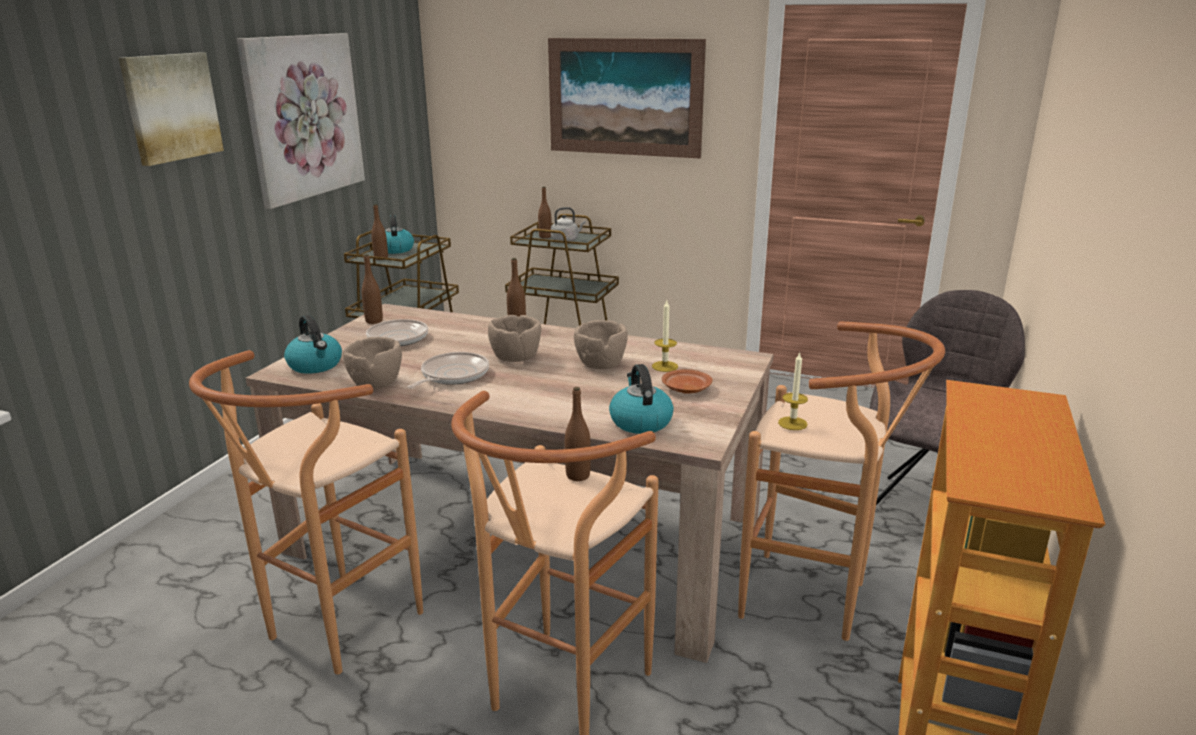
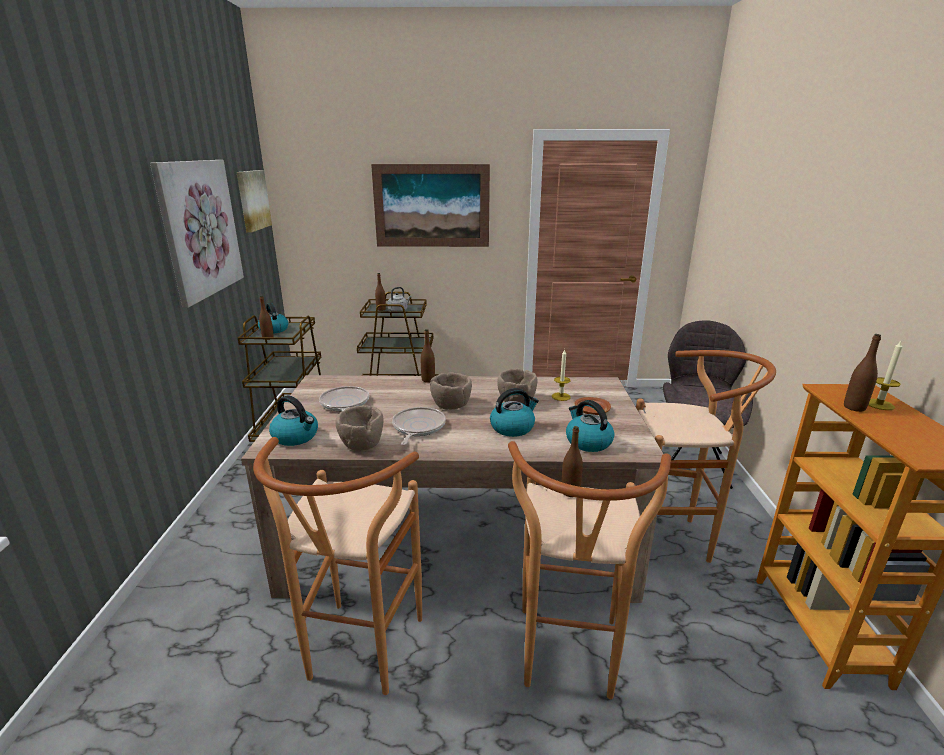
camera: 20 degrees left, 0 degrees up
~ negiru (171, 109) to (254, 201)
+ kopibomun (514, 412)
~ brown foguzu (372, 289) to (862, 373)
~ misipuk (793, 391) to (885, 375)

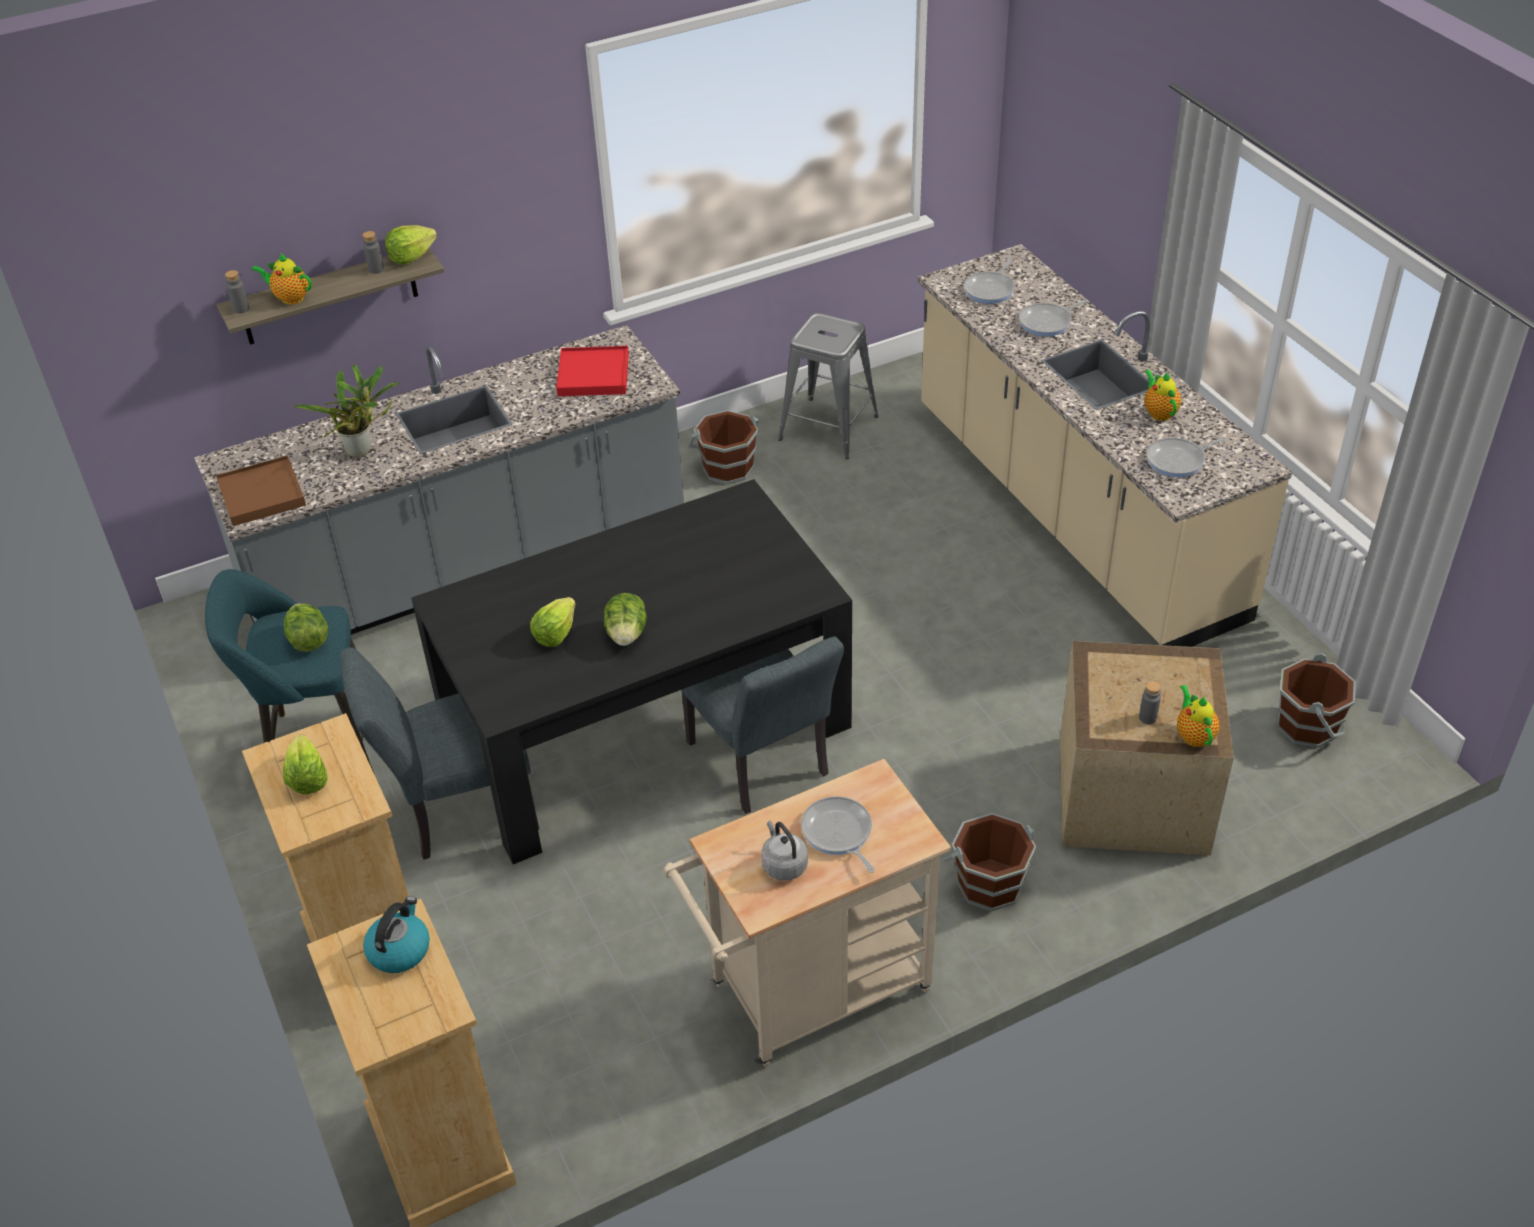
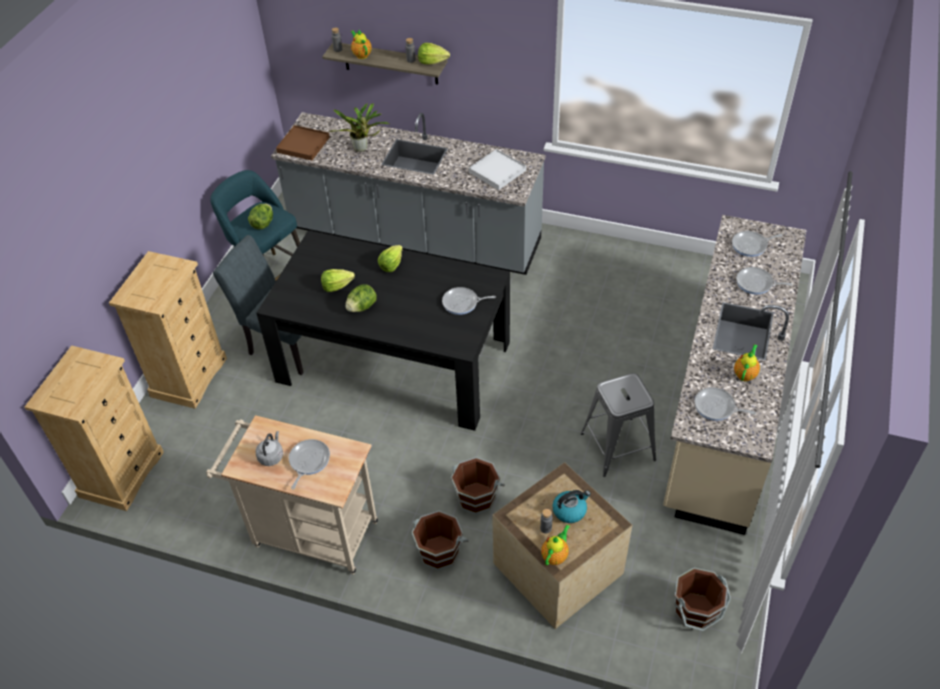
camera: 45 degrees right, 5 degrees up
~ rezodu (305, 764) to (390, 258)
+ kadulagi (469, 301)
~ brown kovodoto (723, 447) to (478, 486)
~ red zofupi (592, 371) to white zofupi (497, 169)
~ kopibomun (396, 934) to (571, 506)
~ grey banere (828, 386) to (618, 425)
- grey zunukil (762, 725)

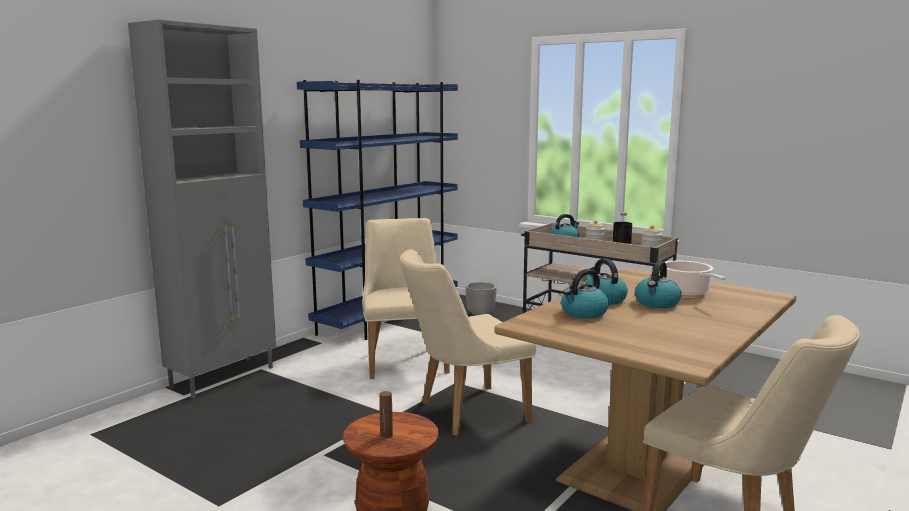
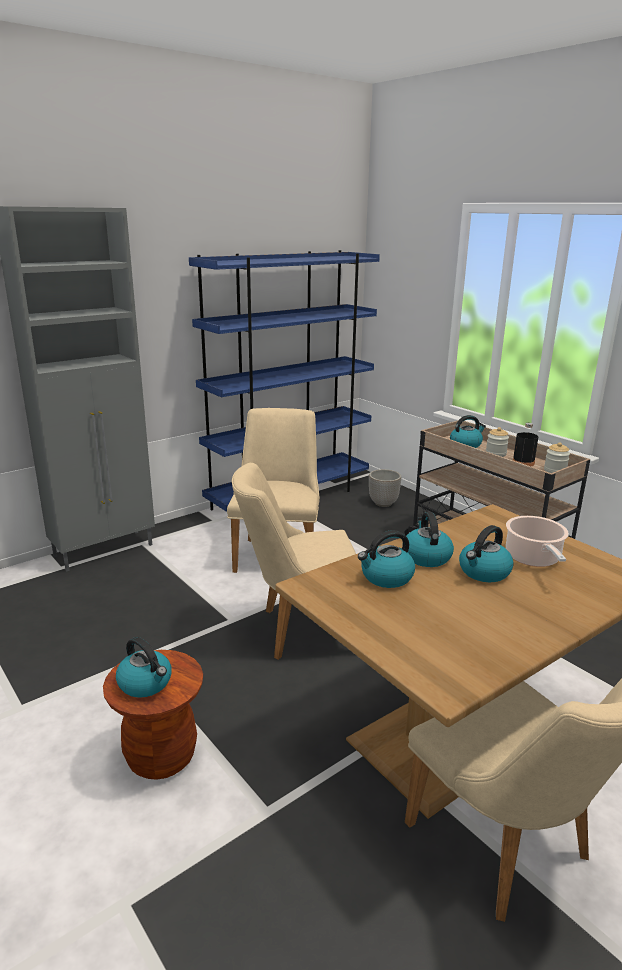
camera: 15 degrees right, 10 degrees up
~ brown foguzu (386, 415) to kopibomun (144, 667)

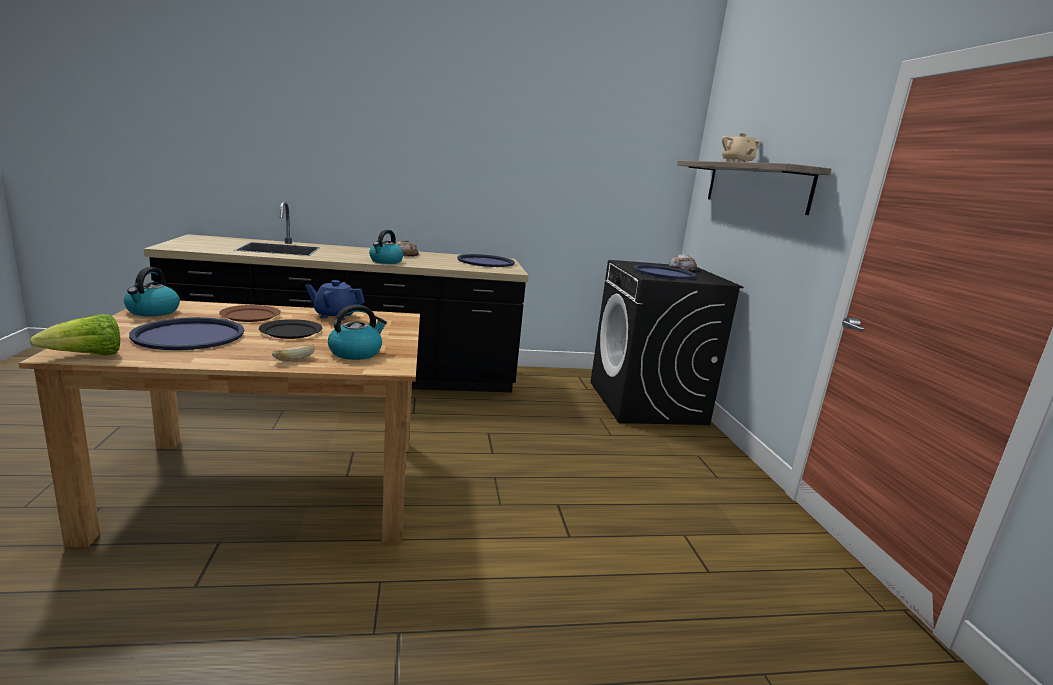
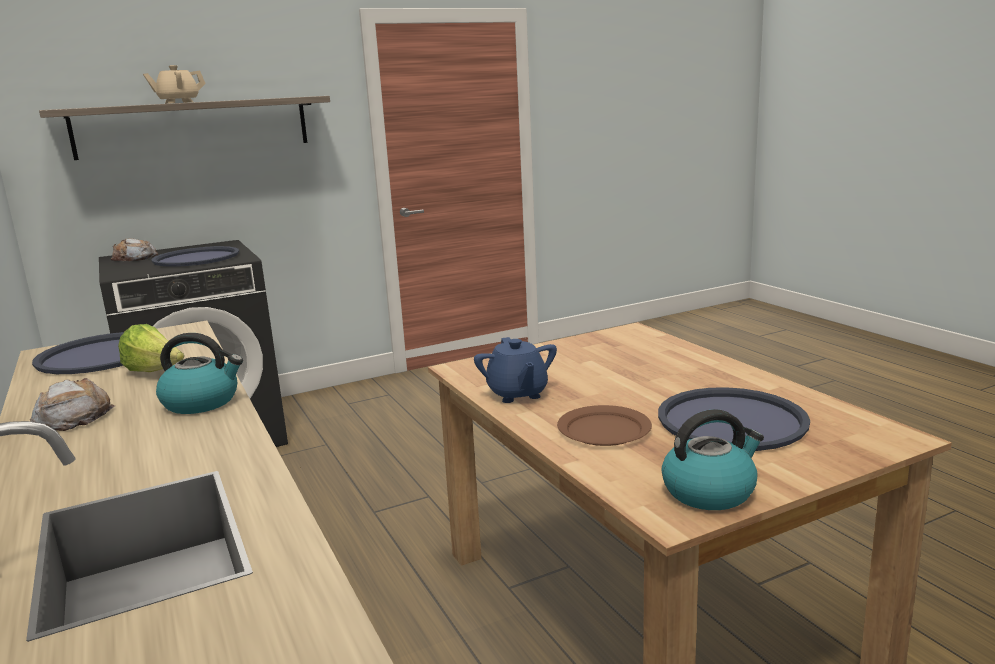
camera: 105 degrees left, 0 degrees up
~ rezodu (75, 334) to (151, 348)
- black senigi (290, 329)
- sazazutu (293, 352)
- kopibomun (357, 332)

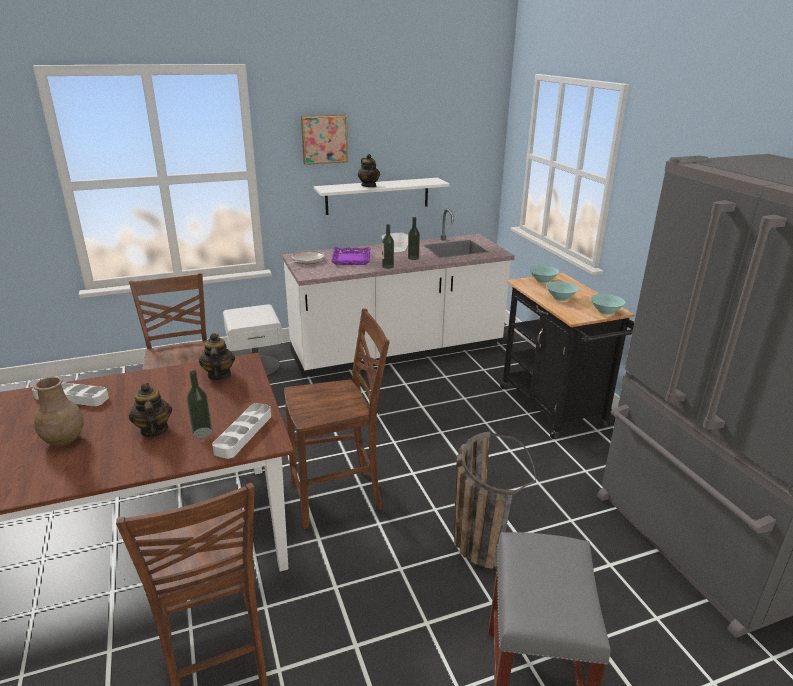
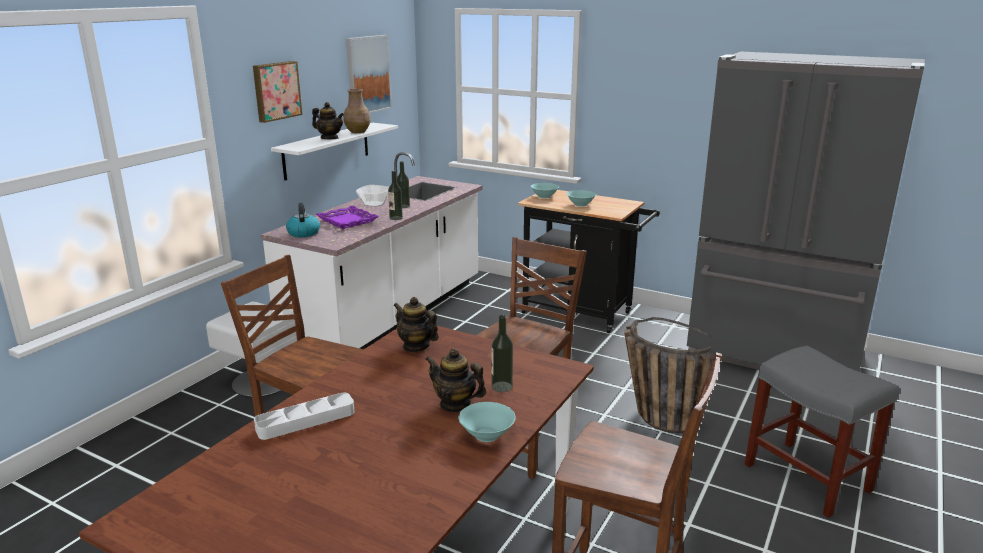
camera: 40 degrees left, 5 degrees down
~ kadulagi (306, 257) to kopibomun (303, 220)
~ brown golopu (59, 411) to (357, 111)
+ negiru (369, 74)
~ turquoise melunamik (608, 304) to (487, 422)
- white zofupi (241, 431)

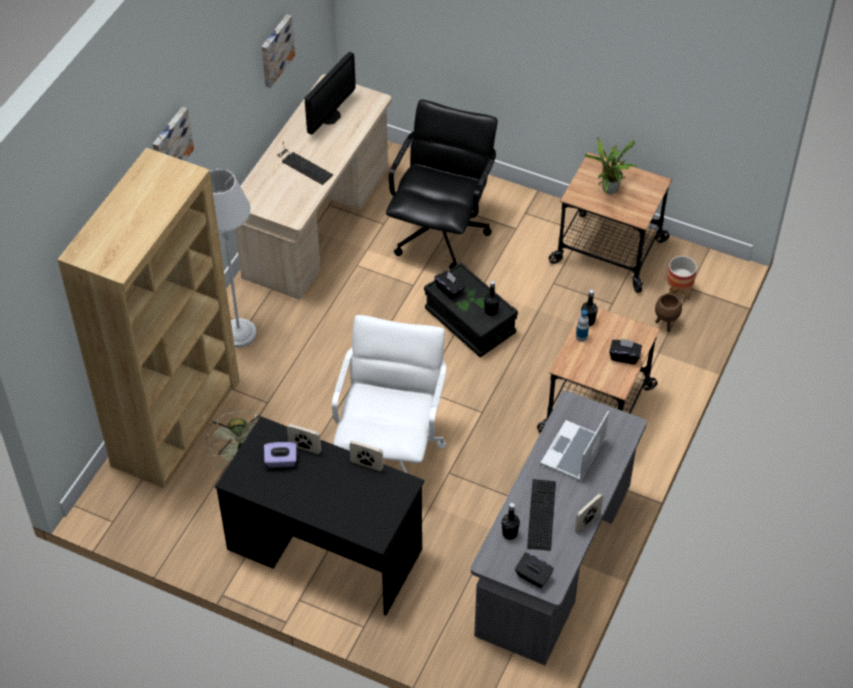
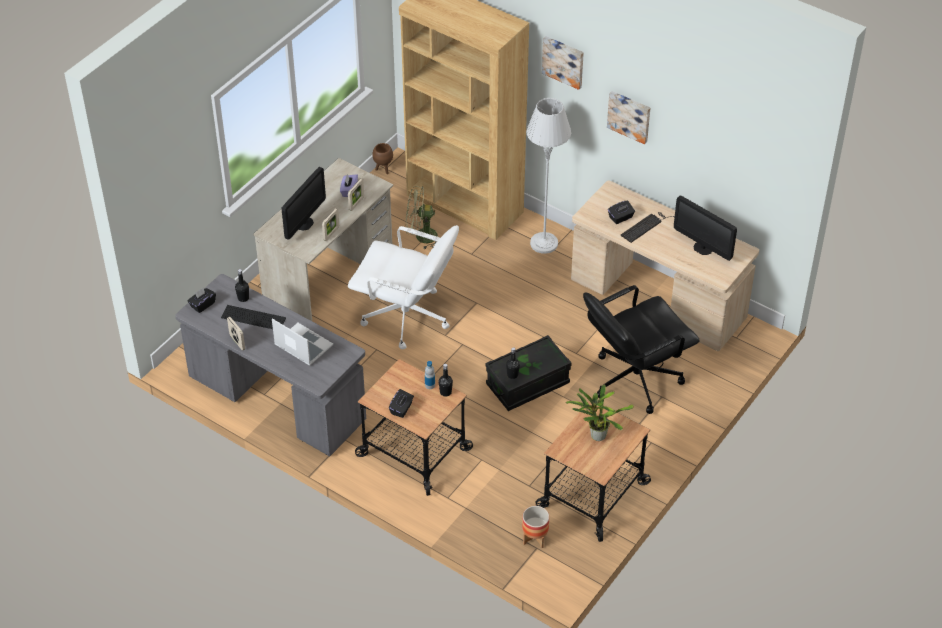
camera: 100 degrees right, 5 degrees down
~ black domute (320, 515) to beige domute (323, 239)
+ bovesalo (303, 203)
~ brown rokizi (668, 312) to (382, 158)
~ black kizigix (442, 185) = (641, 349) 120 degrees clockwise
~ negiru (278, 51) to (628, 117)
~ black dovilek (449, 285) to (621, 212)

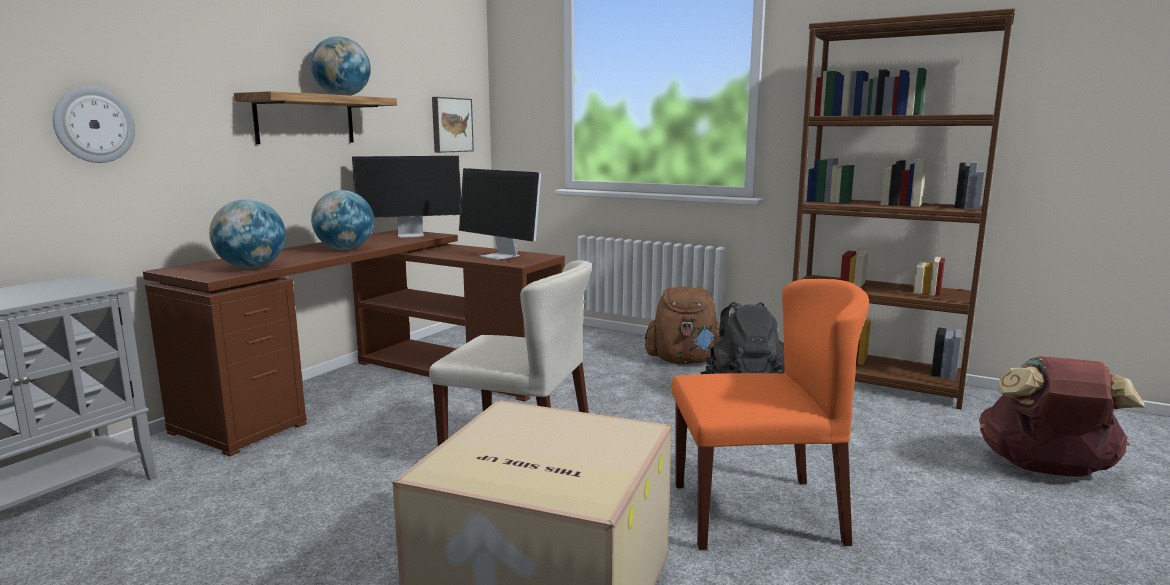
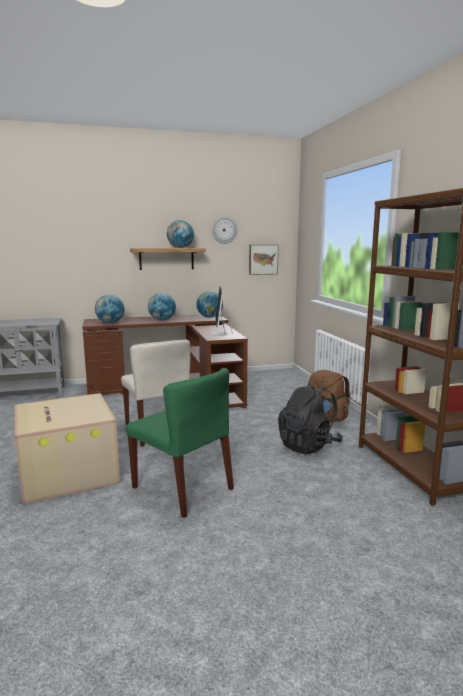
camera: 45 degrees right, 0 degrees up
~ orange zunukil (770, 414) to green zunukil (180, 443)
~ bovesalo (406, 197) to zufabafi (209, 304)
~ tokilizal (94, 124) to (224, 230)
- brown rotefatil (1062, 416)

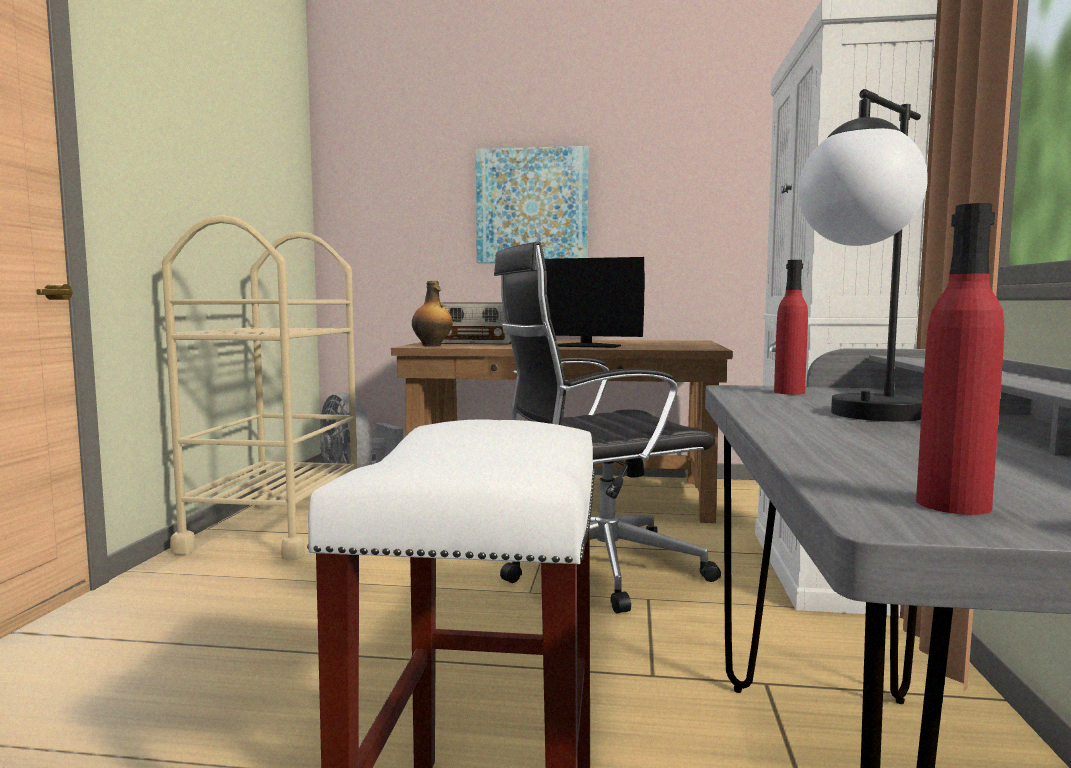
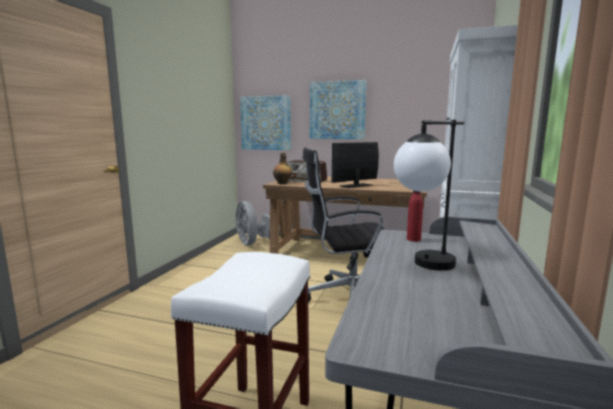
camera: 10 degrees right, 5 degrees up
+ negiru (265, 122)
~ bovesalo (595, 302) = (355, 165) 120 degrees clockwise
- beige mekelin (260, 387)
- red foguzu (960, 359)

